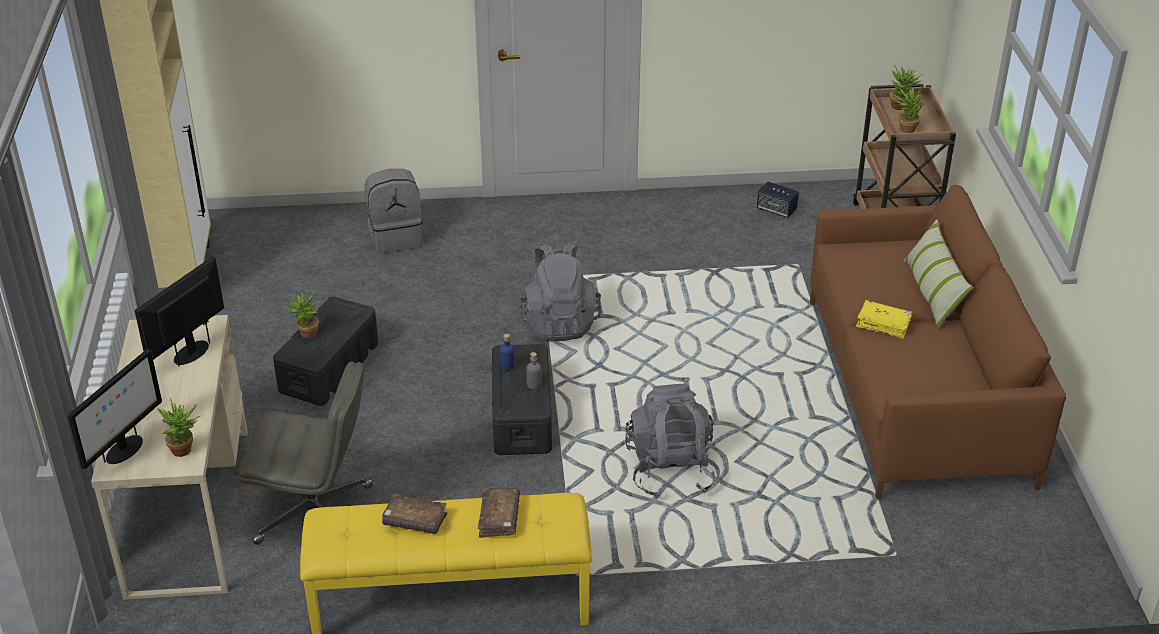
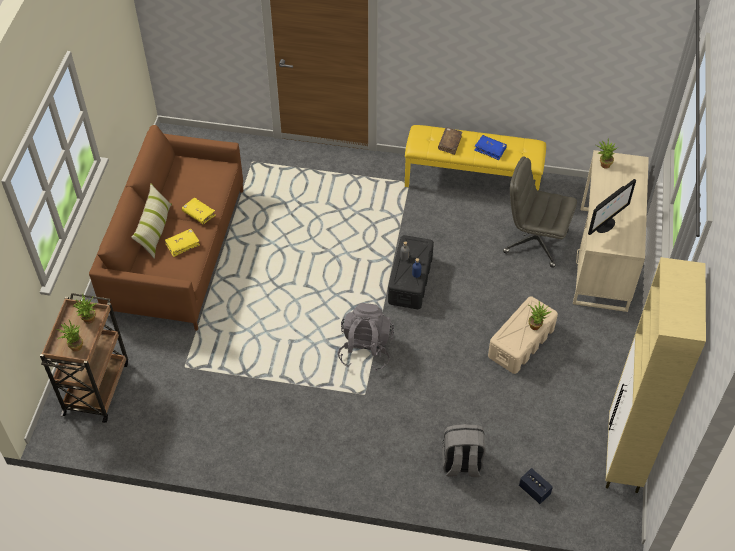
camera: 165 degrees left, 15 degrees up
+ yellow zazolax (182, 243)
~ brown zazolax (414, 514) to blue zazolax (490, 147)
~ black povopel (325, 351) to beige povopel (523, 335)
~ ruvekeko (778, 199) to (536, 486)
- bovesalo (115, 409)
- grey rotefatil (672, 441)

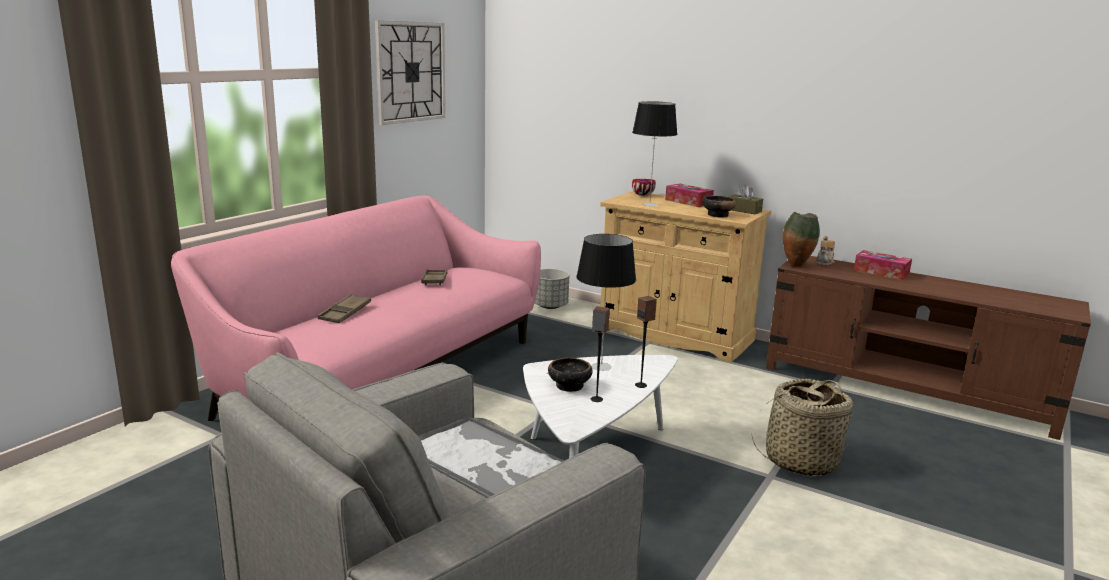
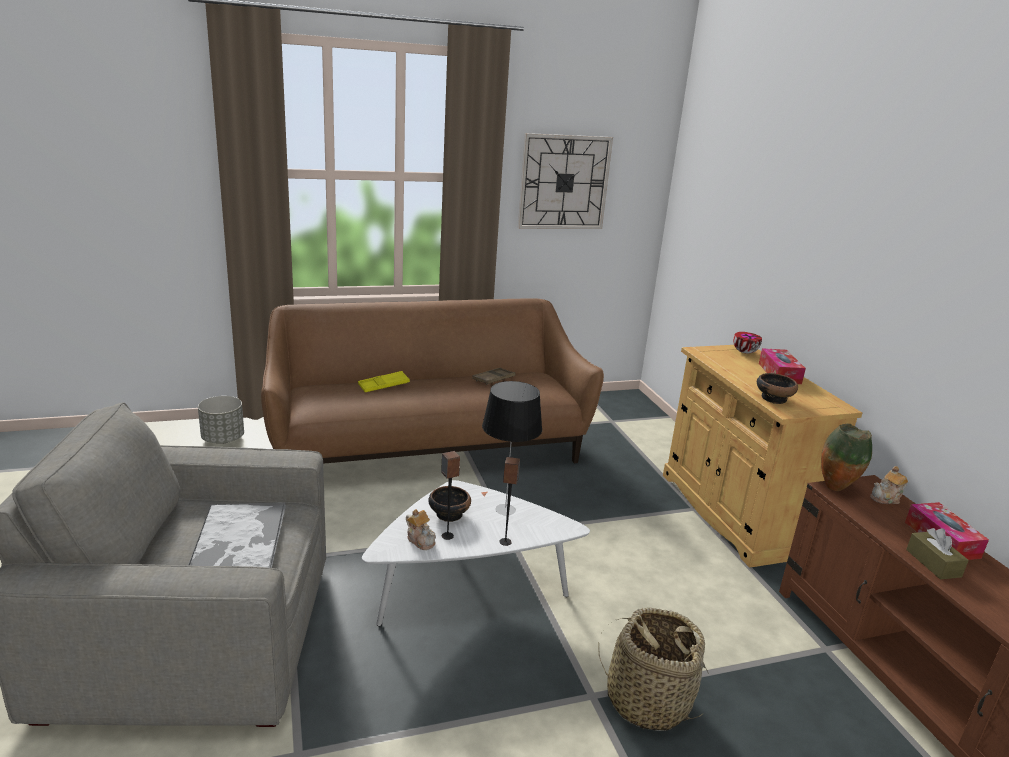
camera: 40 degrees right, 5 degrees up
~ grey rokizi (551, 289) to (221, 420)
~ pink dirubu (356, 308) to brown dirubu (432, 381)
~ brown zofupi (344, 308) to yellow zofupi (384, 381)
+ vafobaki (421, 529)
~ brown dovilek (745, 199) to (937, 553)
- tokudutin (654, 153)

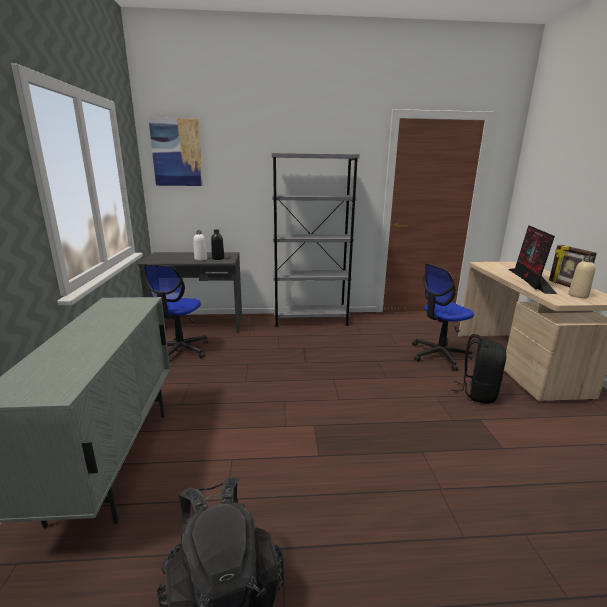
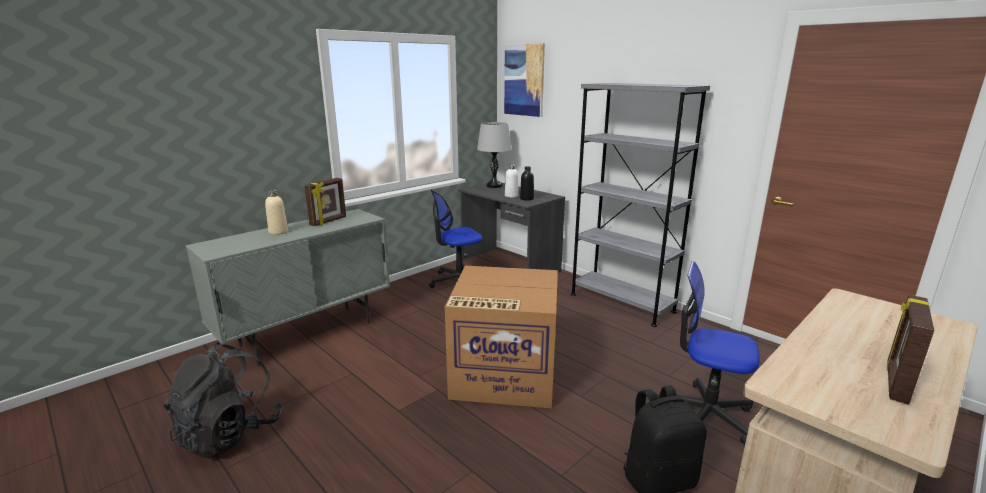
camera: 50 degrees right, 0 degrees up
~ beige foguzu (581, 277) to (276, 212)
+ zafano (325, 202)
+ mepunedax (501, 337)
+ grey tokudutin (494, 155)
- bovesalo (532, 259)

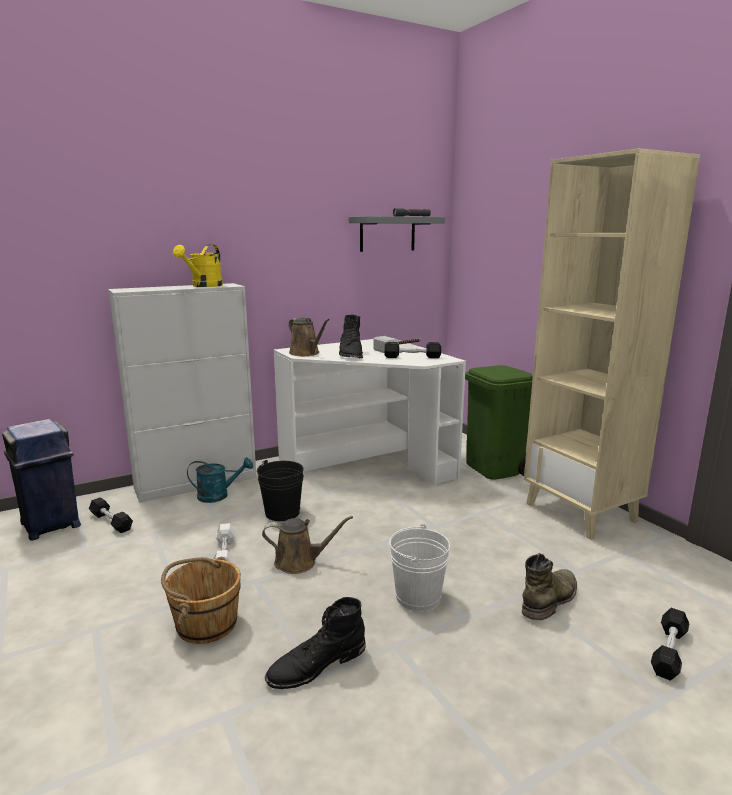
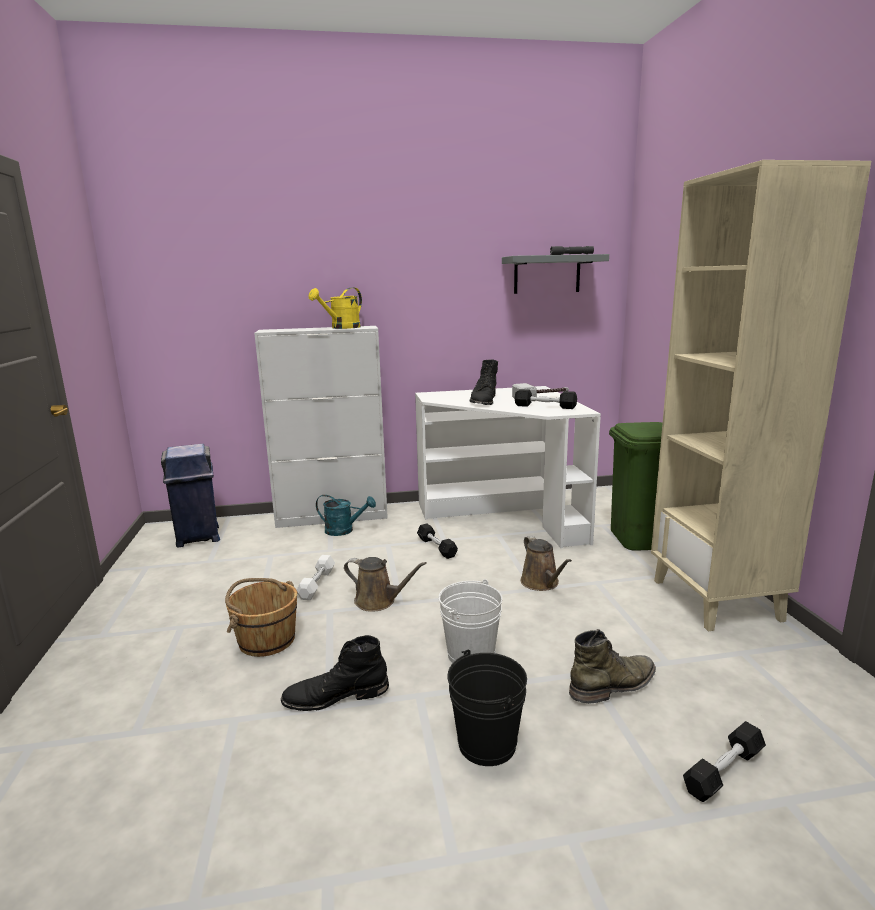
camera: 20 degrees right, 0 degrees up
~ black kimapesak (111, 515) to (437, 541)
~ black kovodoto (280, 490) to (487, 708)
~ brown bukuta (309, 337) to (546, 563)

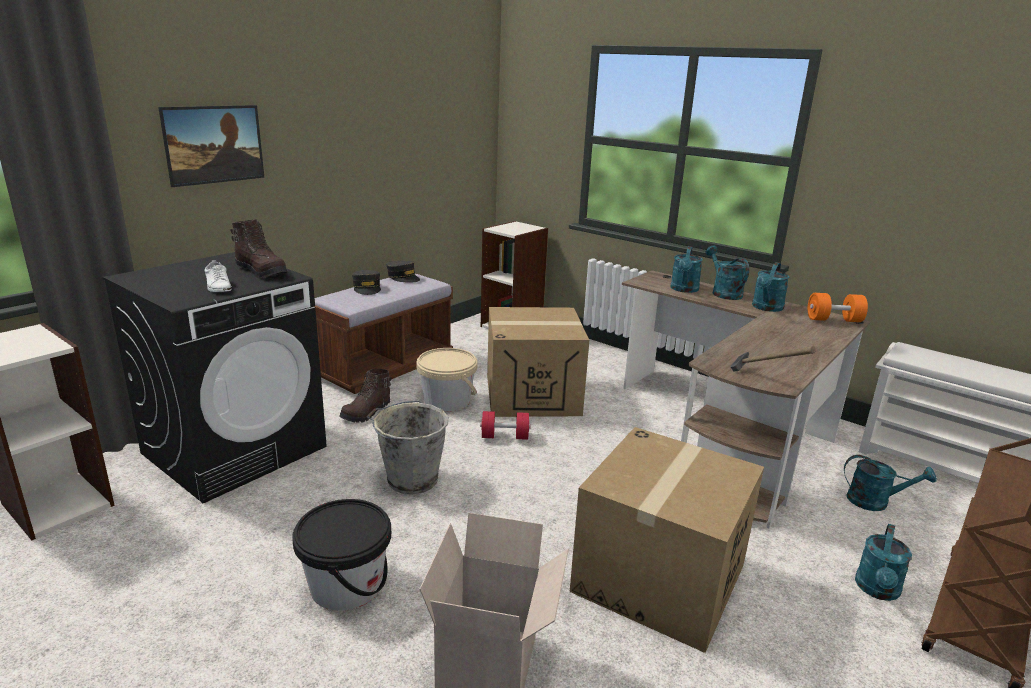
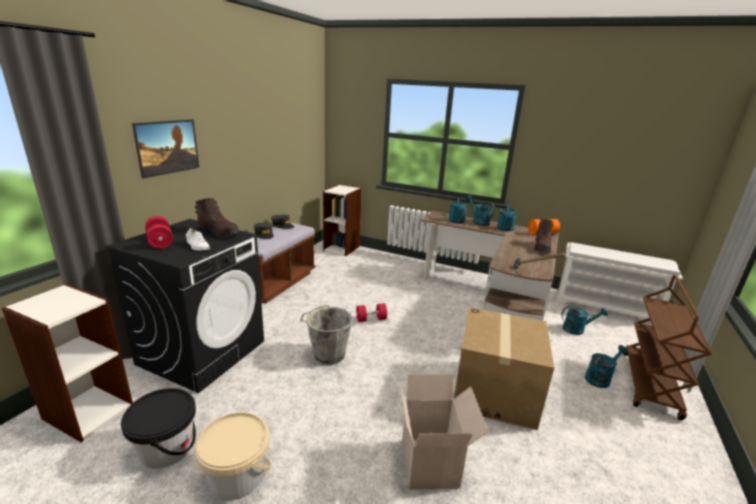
camera: 15 degrees left, 0 degrees up
~ black kovodoto (341, 555) to (158, 428)
+ red kimapesak (159, 232)
~ beige kovodoto (447, 380) to (233, 456)
~ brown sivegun (365, 396) to (543, 236)
~ turquoise bukuta (883, 562) = (606, 366) 135 degrees counterclockwise
- mepunedax (538, 362)

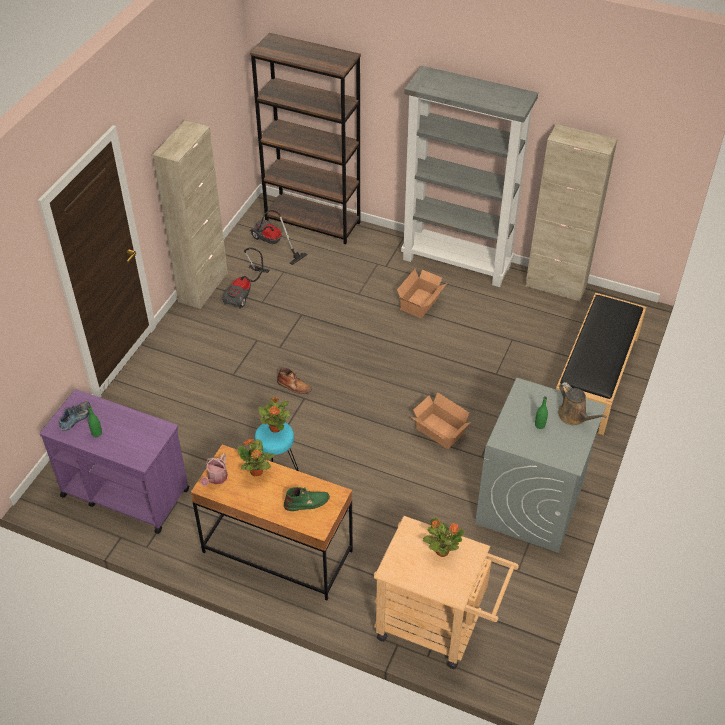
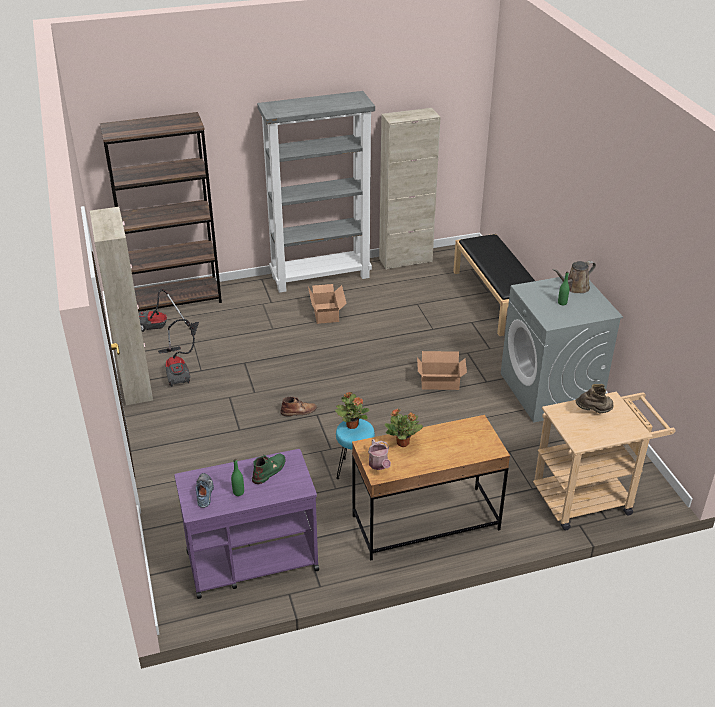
camera: 40 degrees left, 10 degrees down
~ green sivegun (307, 499) to (268, 469)
~ brown bukuta (582, 403) = (574, 277) 135 degrees clockwise
~ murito (444, 537) to brown sivegun (594, 399)

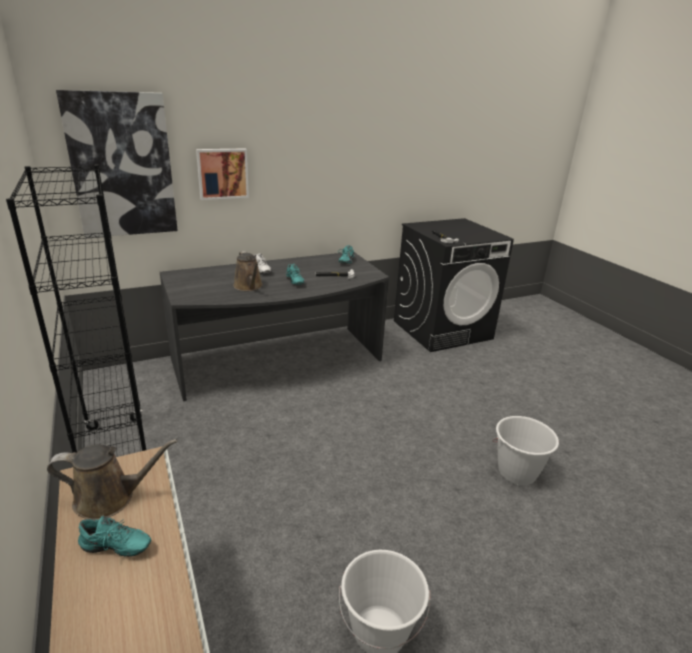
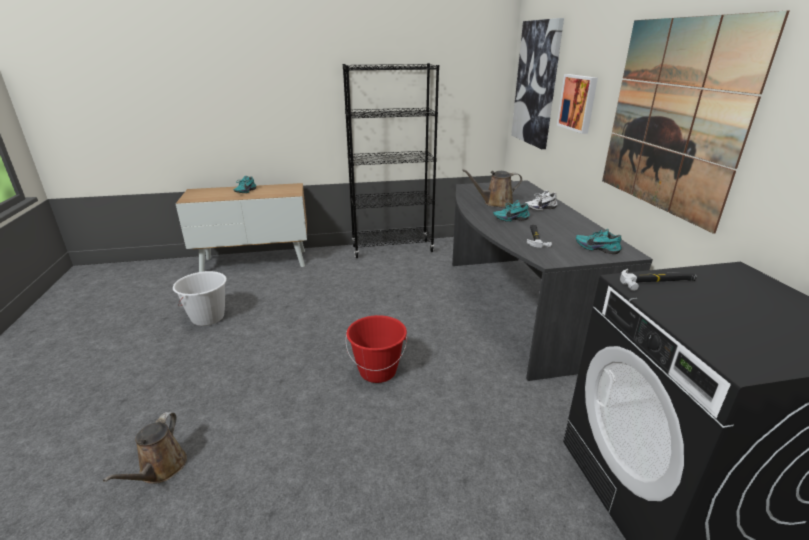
camera: 105 degrees right, 0 degrees up
~ brown bukuta (112, 479) to (145, 448)
+ red kovodoto (376, 349)
+ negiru (695, 122)
- white kovodoto (525, 450)

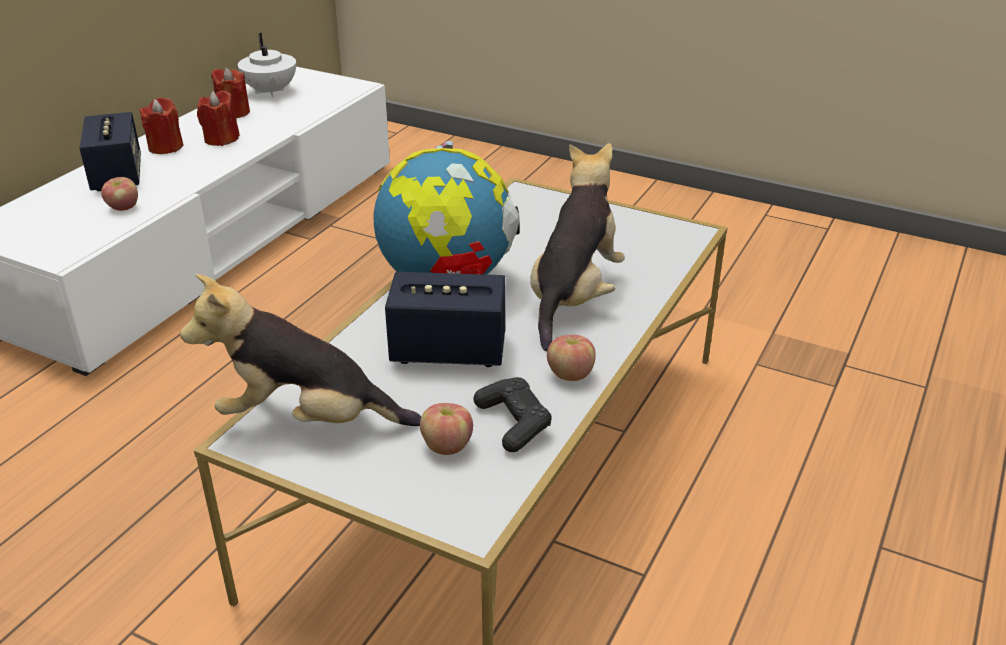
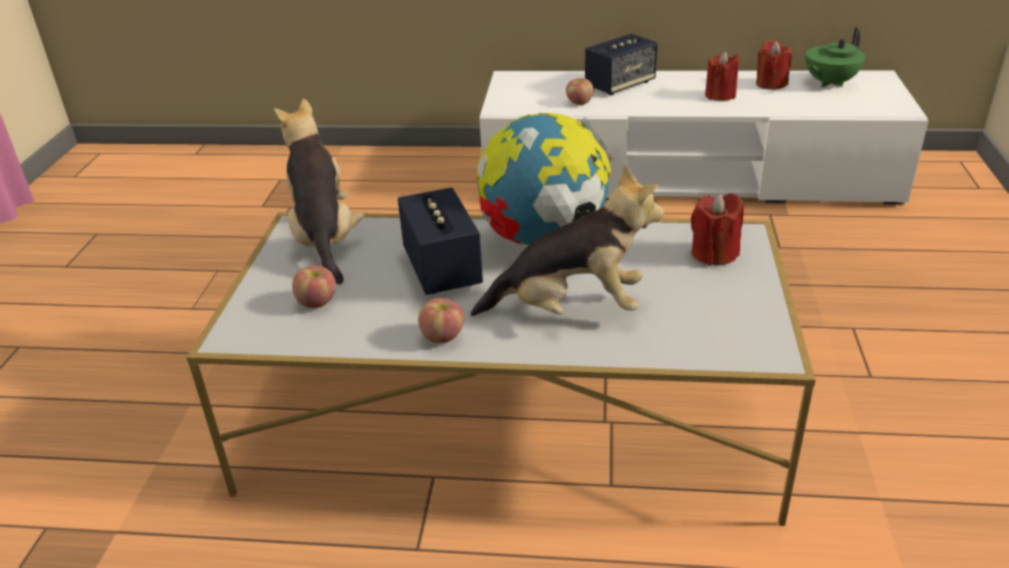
camera: 70 degrees right, 0 degrees up
~ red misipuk (161, 125) to (717, 229)
~ white vafobaki (267, 65) to green vafobaki (835, 57)
- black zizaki (513, 414)

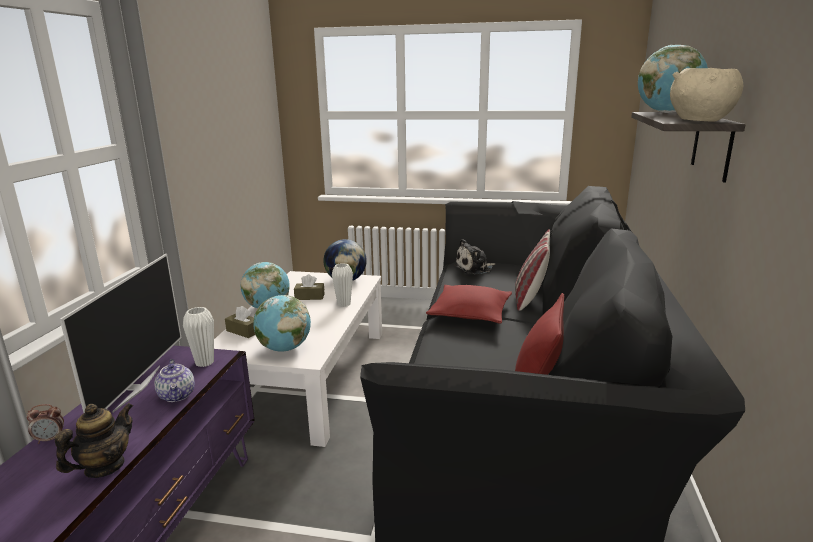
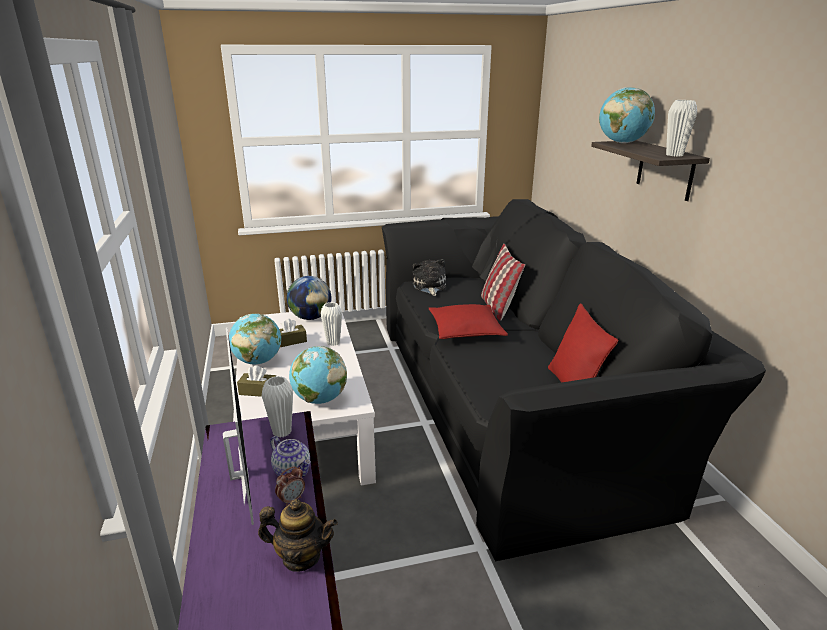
camera: 25 degrees left, 5 degrees up
~ vafobaki (94, 440) = (298, 535) 90 degrees clockwise
~ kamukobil (45, 424) to (290, 486)
~ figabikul (474, 256) = (429, 277) 135 degrees clockwise
~ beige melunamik (706, 94) to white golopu (681, 128)

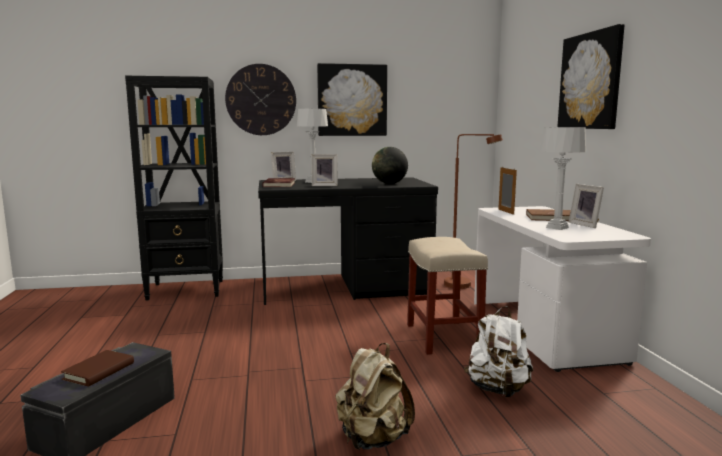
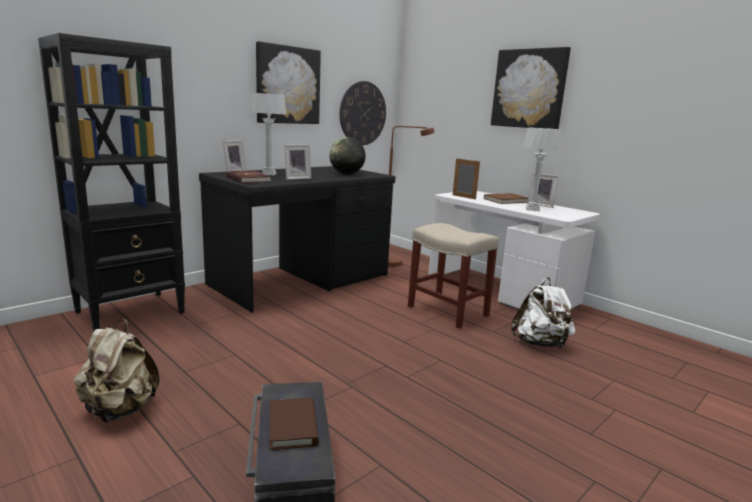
camera: 35 degrees left, 5 degrees up
~ beige rotefatil (375, 396) to (117, 370)
~ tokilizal (260, 99) to (362, 113)

